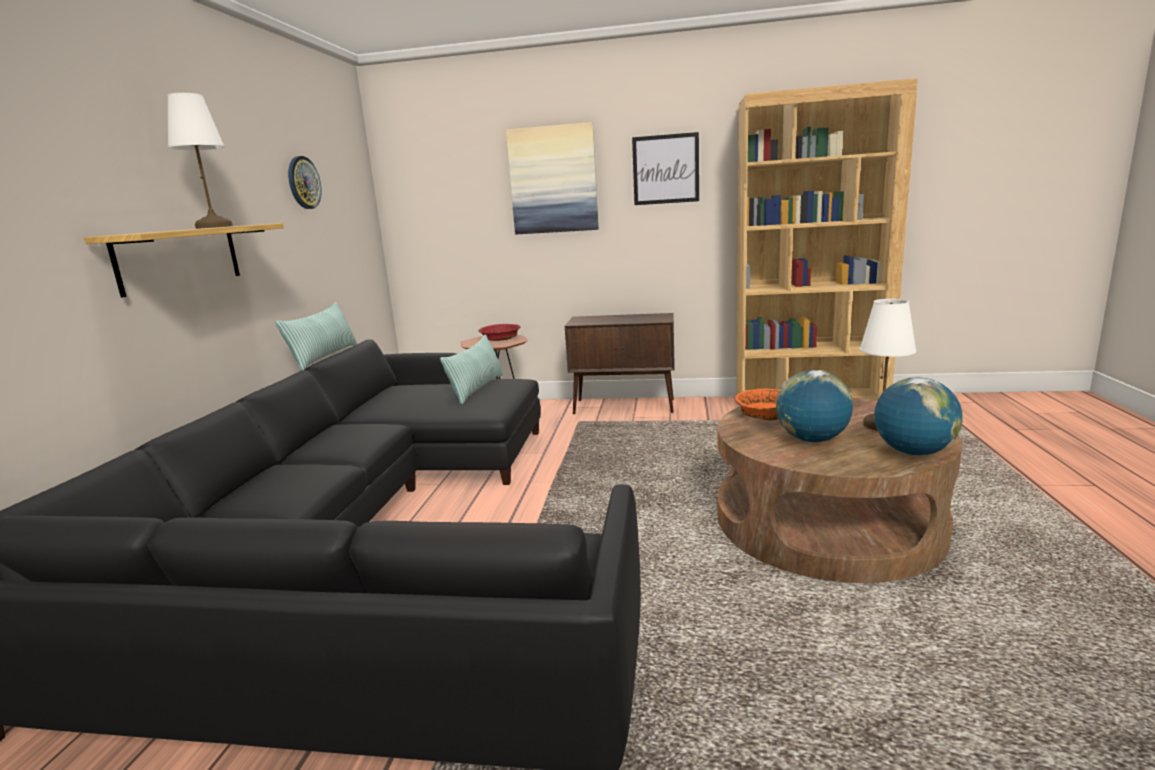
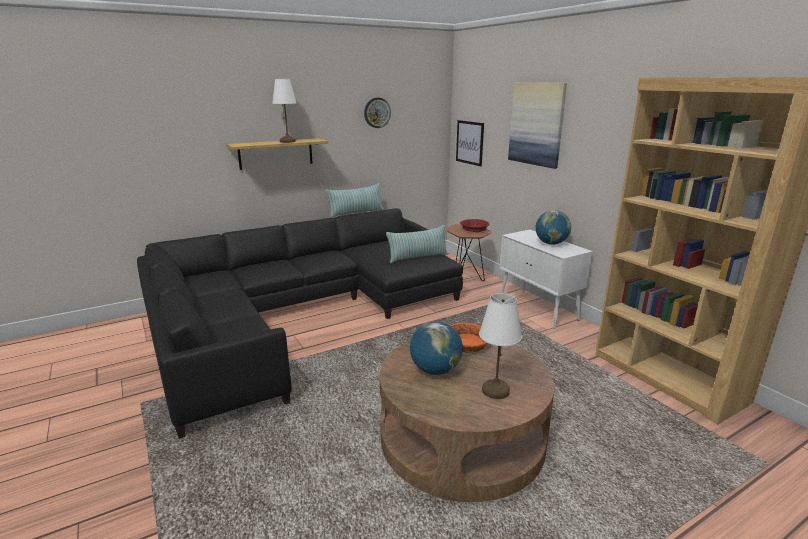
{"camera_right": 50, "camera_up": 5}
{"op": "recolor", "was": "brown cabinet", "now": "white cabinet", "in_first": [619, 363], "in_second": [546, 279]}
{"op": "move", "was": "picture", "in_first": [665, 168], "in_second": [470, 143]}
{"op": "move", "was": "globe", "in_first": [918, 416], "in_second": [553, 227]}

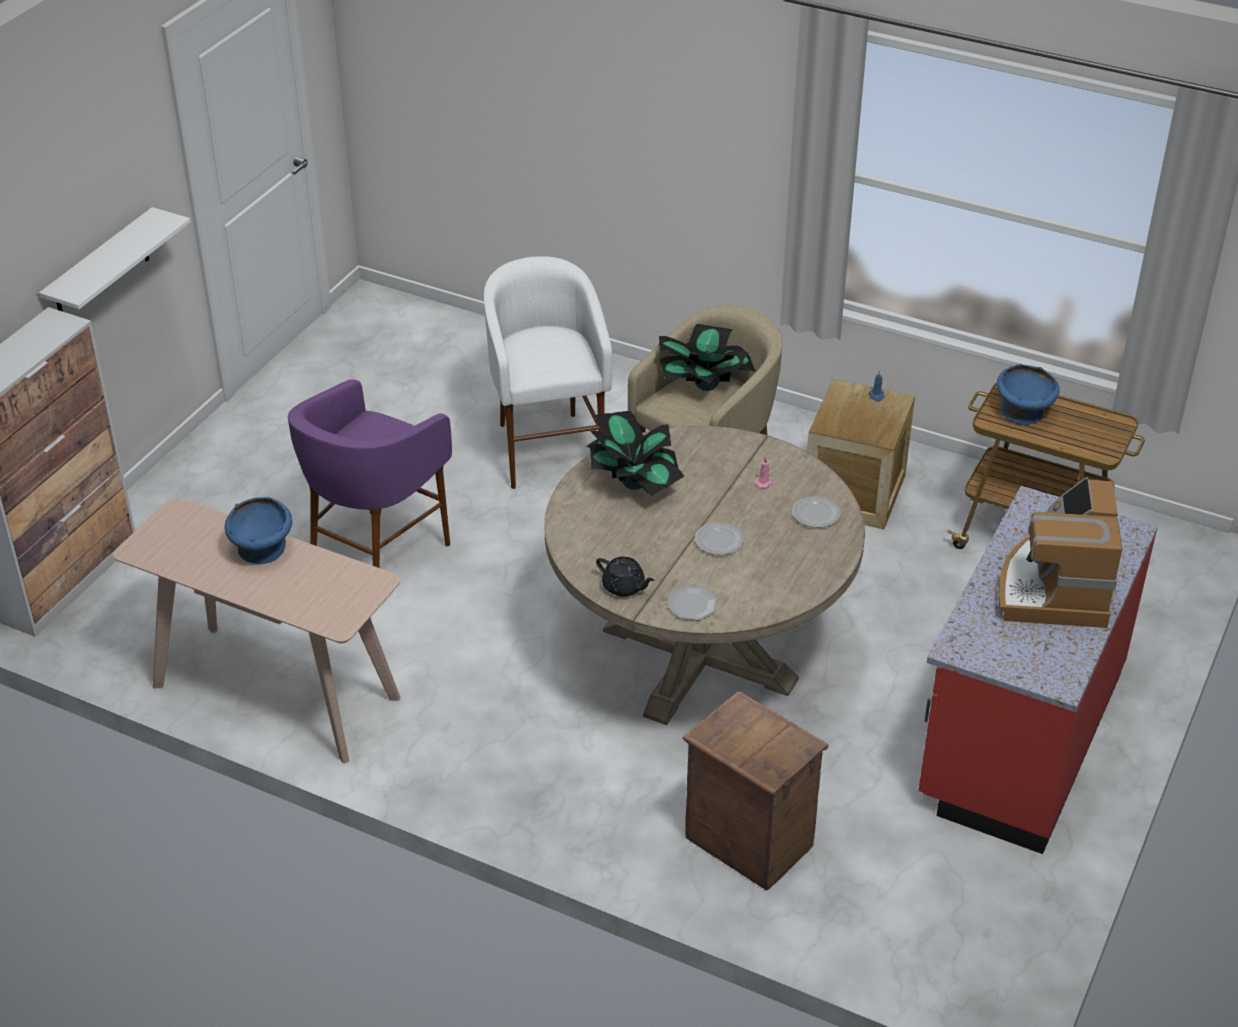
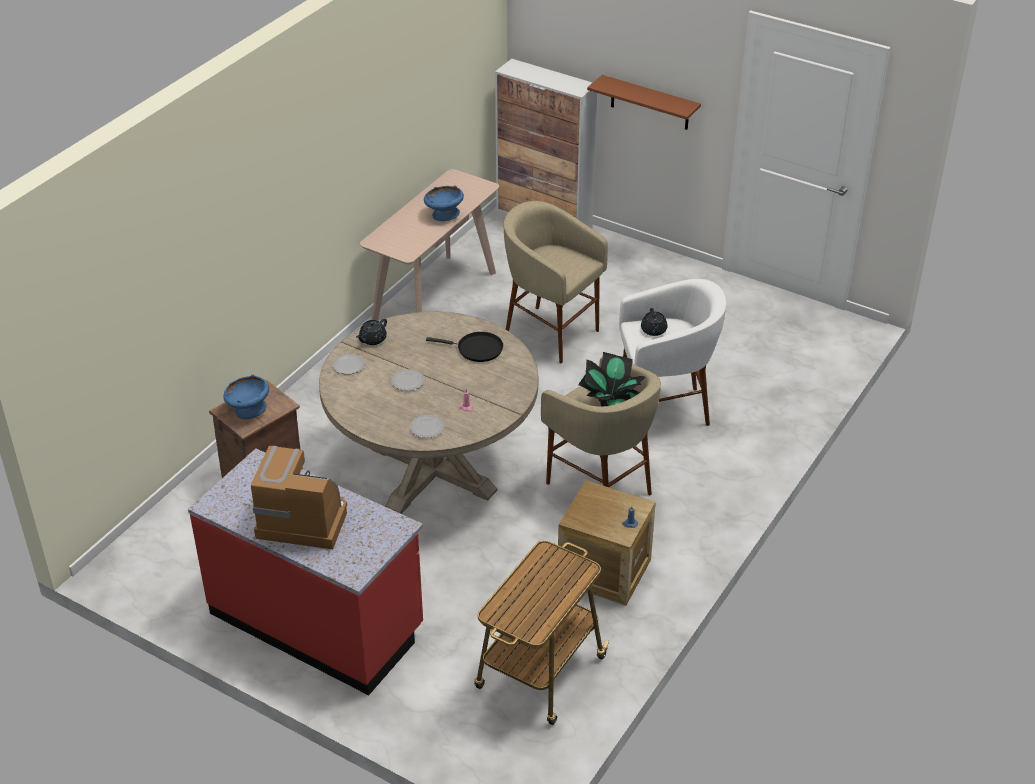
{"camera_right": 95, "camera_up": 0}
{"op": "recolor", "was": "white shelf", "now": "brown shelf", "in_first": [115, 259], "in_second": [644, 102]}
{"op": "recolor", "was": "purple stool", "now": "beige stool", "in_first": [370, 473], "in_second": [556, 282]}
{"op": "replace", "was": "potted plant", "now": "black frying pan", "in_first": [635, 453], "in_second": [464, 347]}
{"op": "move", "was": "blue bowl", "in_first": [1028, 394], "in_second": [246, 397]}
{"op": "insert", "now": "black teapot", "in_second": [654, 322]}

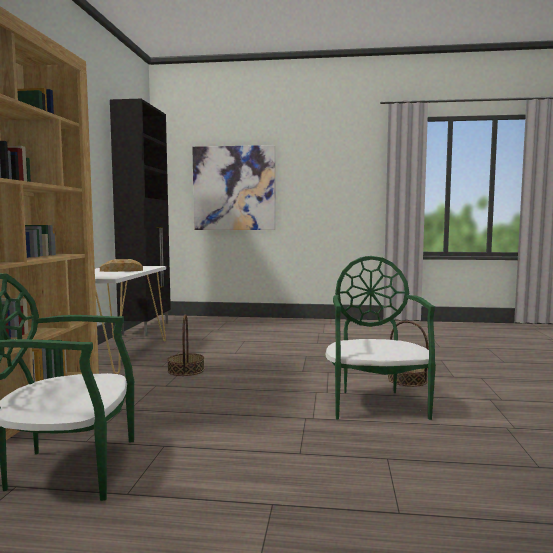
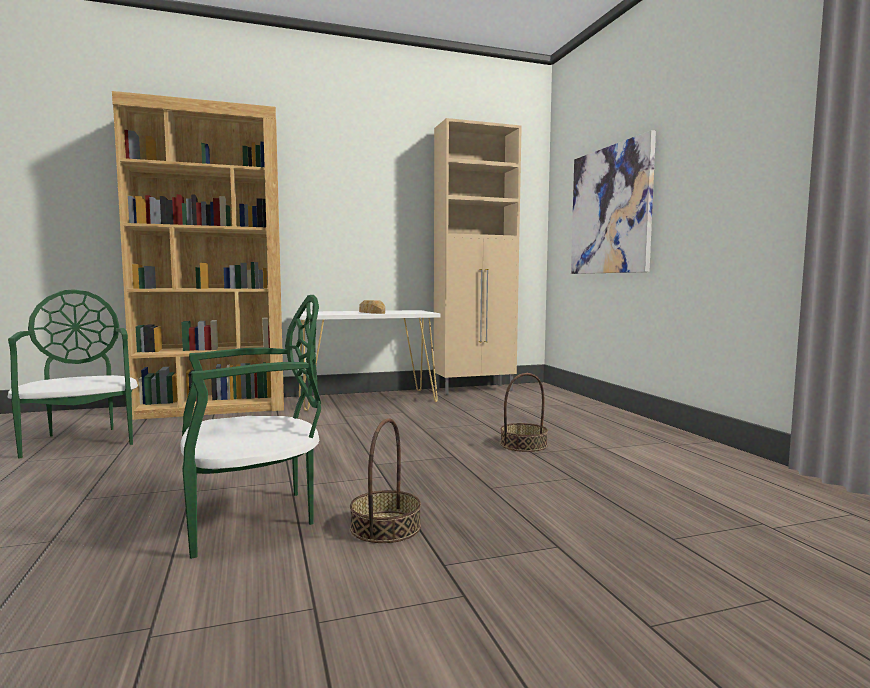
{"camera_right": 65, "camera_up": 0}
{"op": "recolor", "was": "black cabinet", "now": "beige cabinet", "in_first": [140, 217], "in_second": [478, 256]}
{"op": "move", "was": "basket", "in_first": [185, 345], "in_second": [524, 412]}

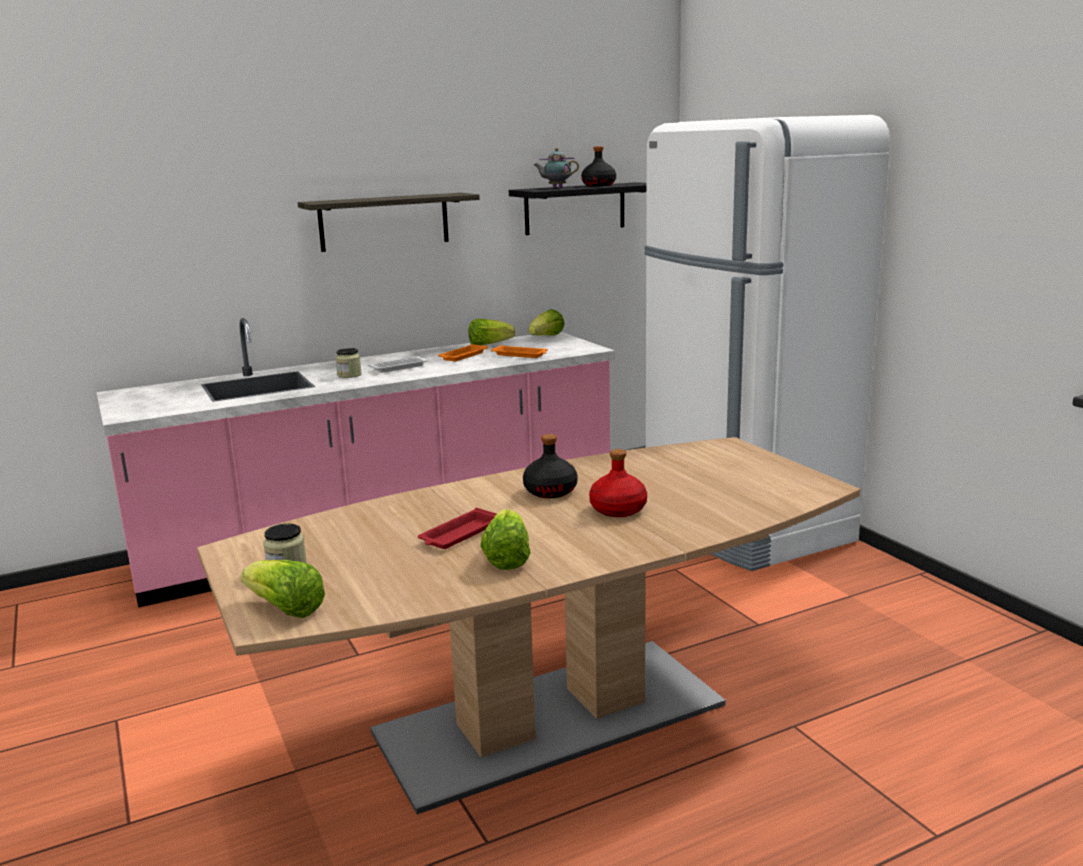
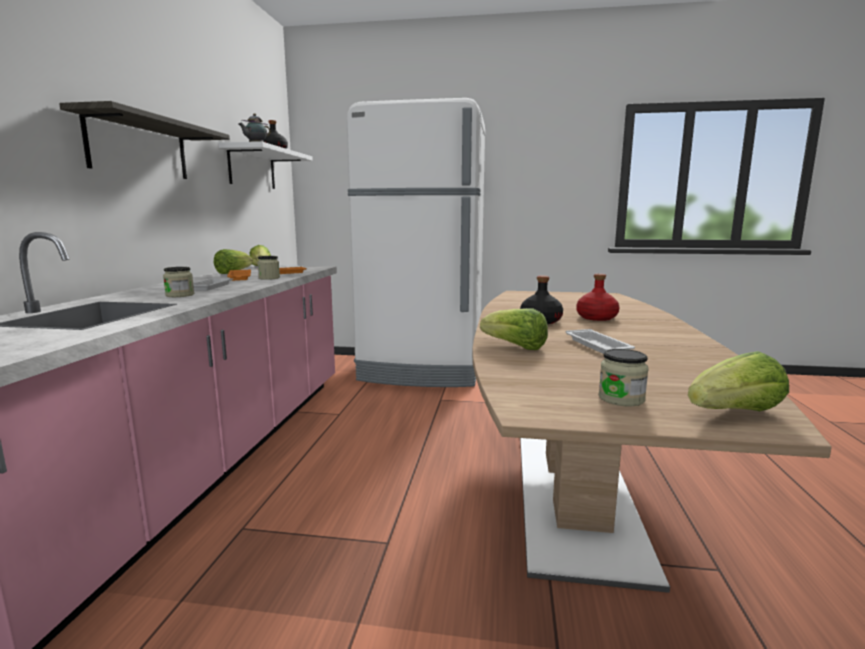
{"camera_right": -55, "camera_up": -5}
{"op": "recolor", "was": "red tray", "now": "white tray", "in_first": [457, 528], "in_second": [600, 341]}
{"op": "move", "was": "lettuce", "in_first": [505, 539], "in_second": [514, 329]}
{"op": "recolor", "was": "black shelf", "now": "white shelf", "in_first": [578, 208], "in_second": [265, 165]}
{"op": "insert", "now": "jar", "in_second": [268, 268]}

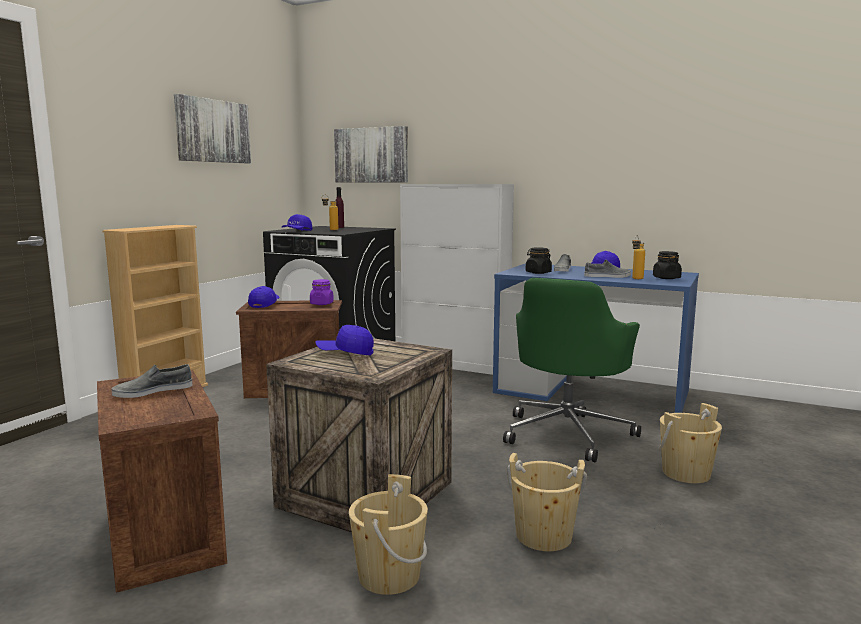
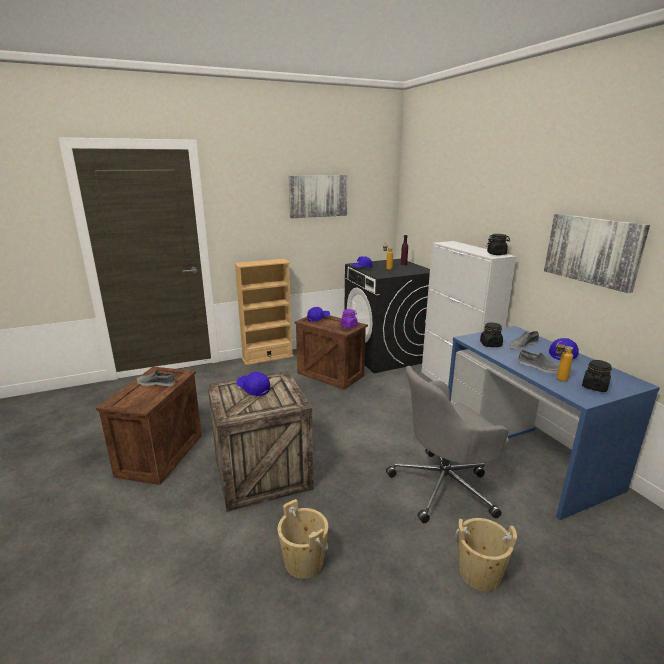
{"camera_right": 40, "camera_up": 10}
{"op": "move", "was": "picture", "in_first": [371, 154], "in_second": [597, 253]}
{"op": "delete", "was": "beige bucket", "in_first": [388, 534]}
{"op": "recolor", "was": "green office chair", "now": "grey office chair", "in_first": [572, 370], "in_second": [447, 444]}
{"op": "insert", "now": "black jar", "in_second": [498, 244]}

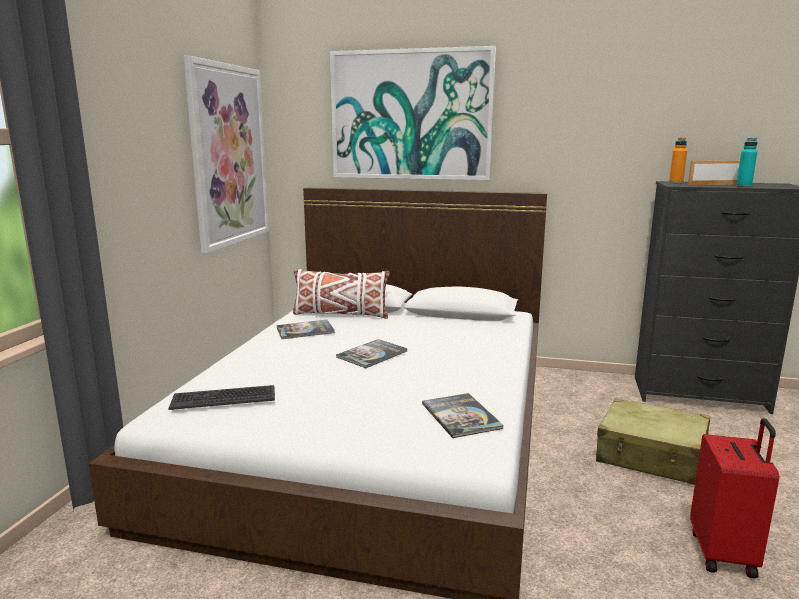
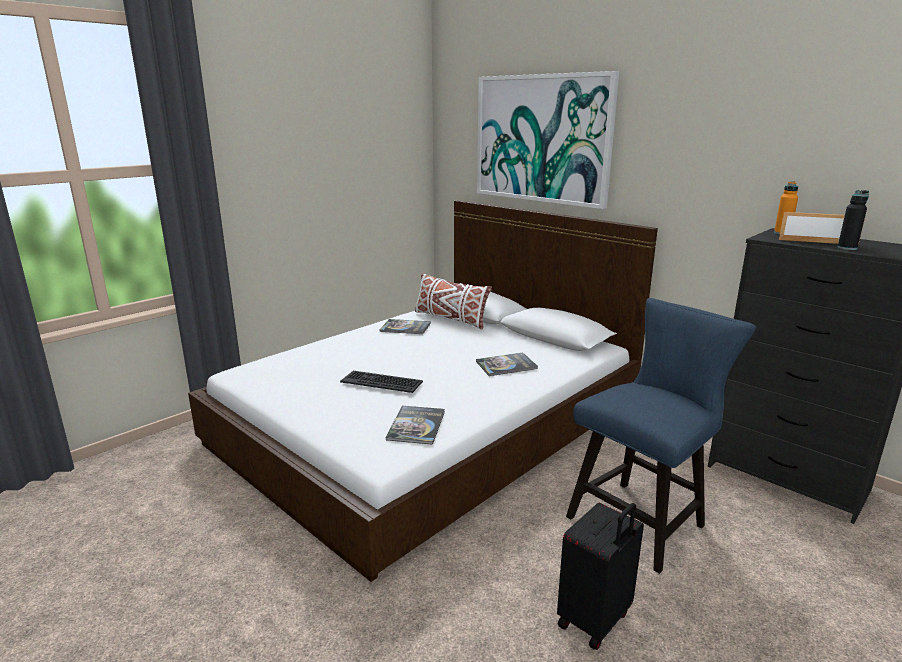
{"camera_right": 30, "camera_up": 5}
{"op": "move", "was": "keyboard", "in_first": [221, 397], "in_second": [381, 382]}
{"op": "delete", "was": "picture", "in_first": [226, 154]}
{"op": "move", "was": "book", "in_first": [372, 353], "in_second": [507, 364]}
{"op": "replace", "was": "beige suitcase", "now": "blue chair", "in_first": [653, 441], "in_second": [661, 436]}
{"op": "recolor", "was": "red suitcase", "now": "black suitcase", "in_first": [734, 498], "in_second": [600, 576]}
{"op": "recolor", "was": "turquoise bottle", "now": "black bottle", "in_first": [746, 162], "in_second": [853, 220]}

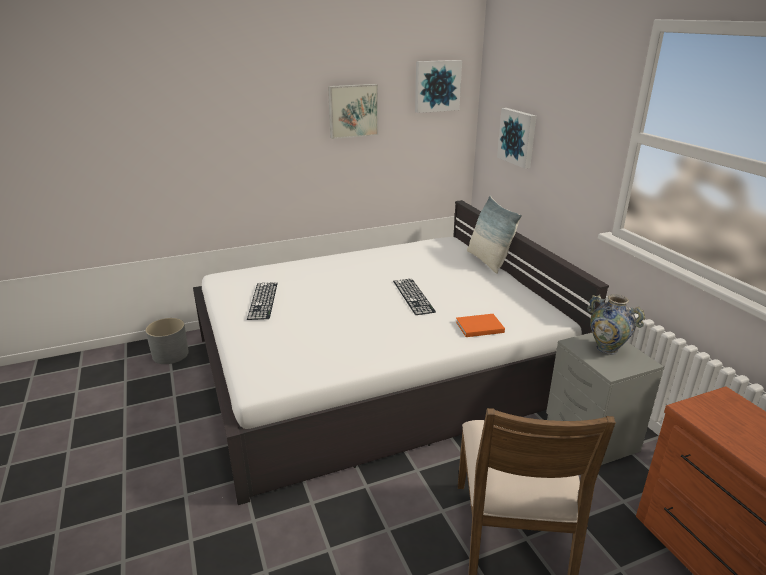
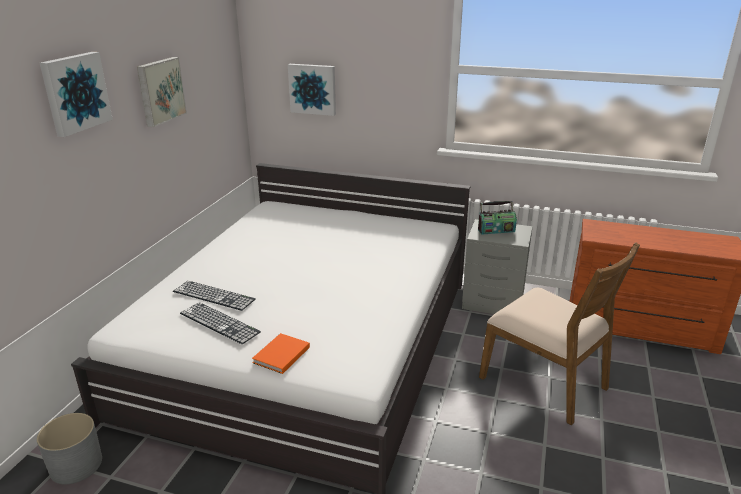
{"camera_right": -50, "camera_up": 0}
{"op": "move", "was": "keyboard", "in_first": [414, 297], "in_second": [214, 296]}
{"op": "move", "was": "picture", "in_first": [438, 86], "in_second": [76, 94]}
{"op": "move", "was": "orange book", "in_first": [480, 325], "in_second": [281, 353]}
{"op": "delete", "was": "pillow", "in_first": [494, 235]}
{"op": "replace", "was": "vase", "now": "radio", "in_first": [616, 324], "in_second": [497, 218]}

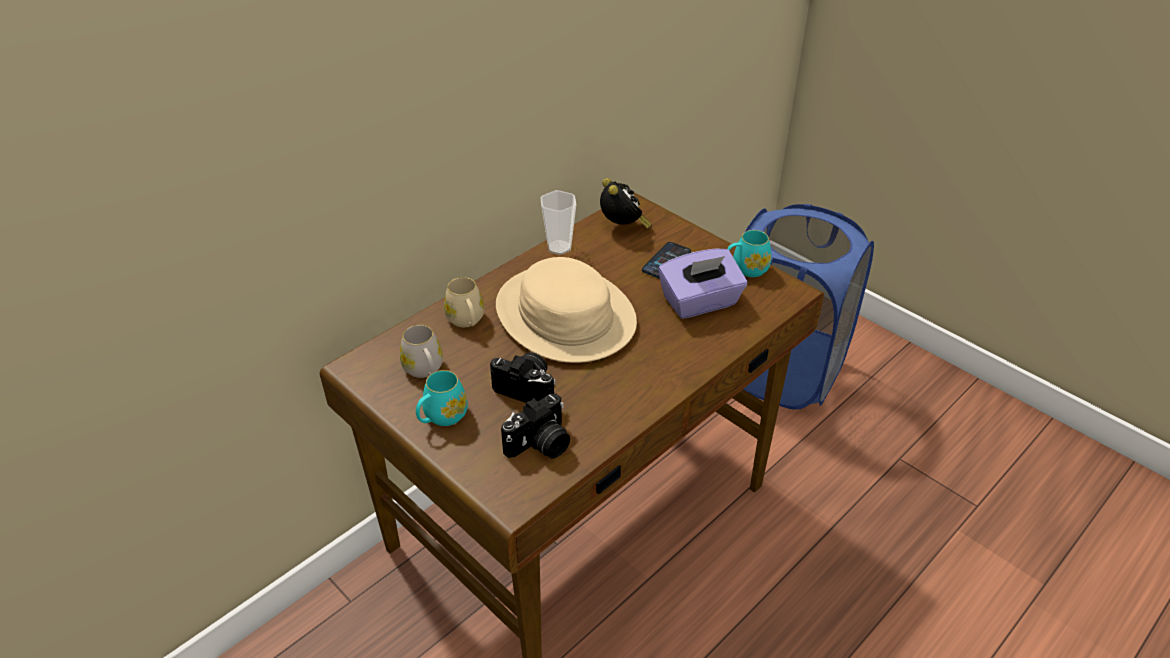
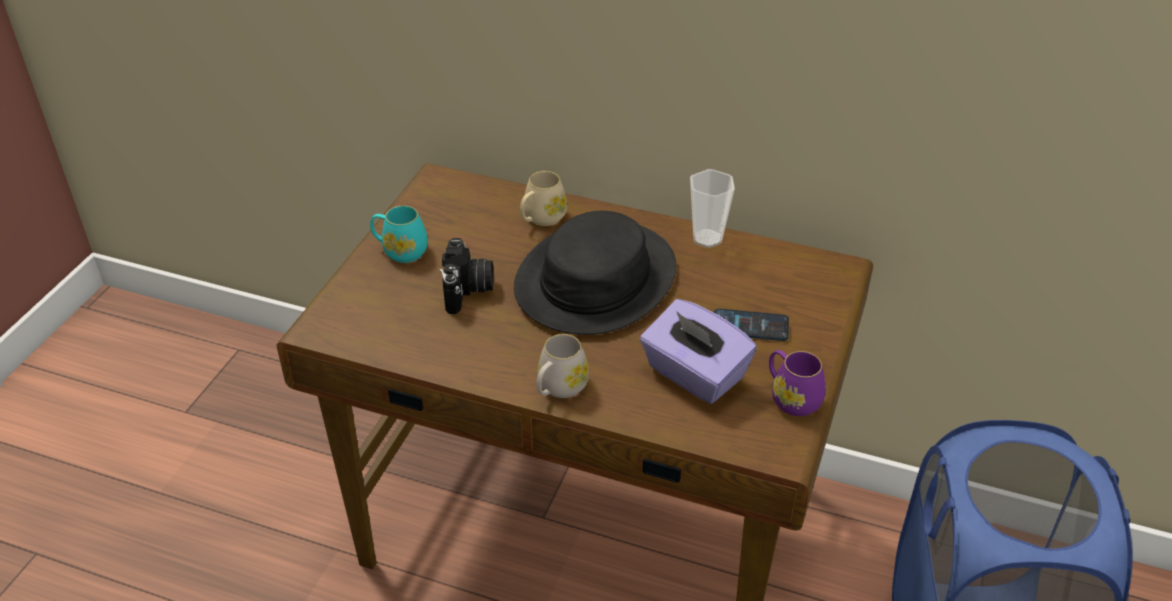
{"camera_right": 65, "camera_up": 0}
{"op": "move", "was": "white mug", "in_first": [421, 351], "in_second": [562, 366]}
{"op": "recolor", "was": "beige hat", "now": "black hat", "in_first": [566, 310], "in_second": [595, 273]}
{"op": "delete", "was": "photo camera", "in_first": [535, 426]}
{"op": "delete", "was": "alarm clock", "in_first": [626, 203]}
{"op": "recolor", "was": "turquoise mug", "now": "purple mug", "in_first": [749, 253], "in_second": [797, 383]}

